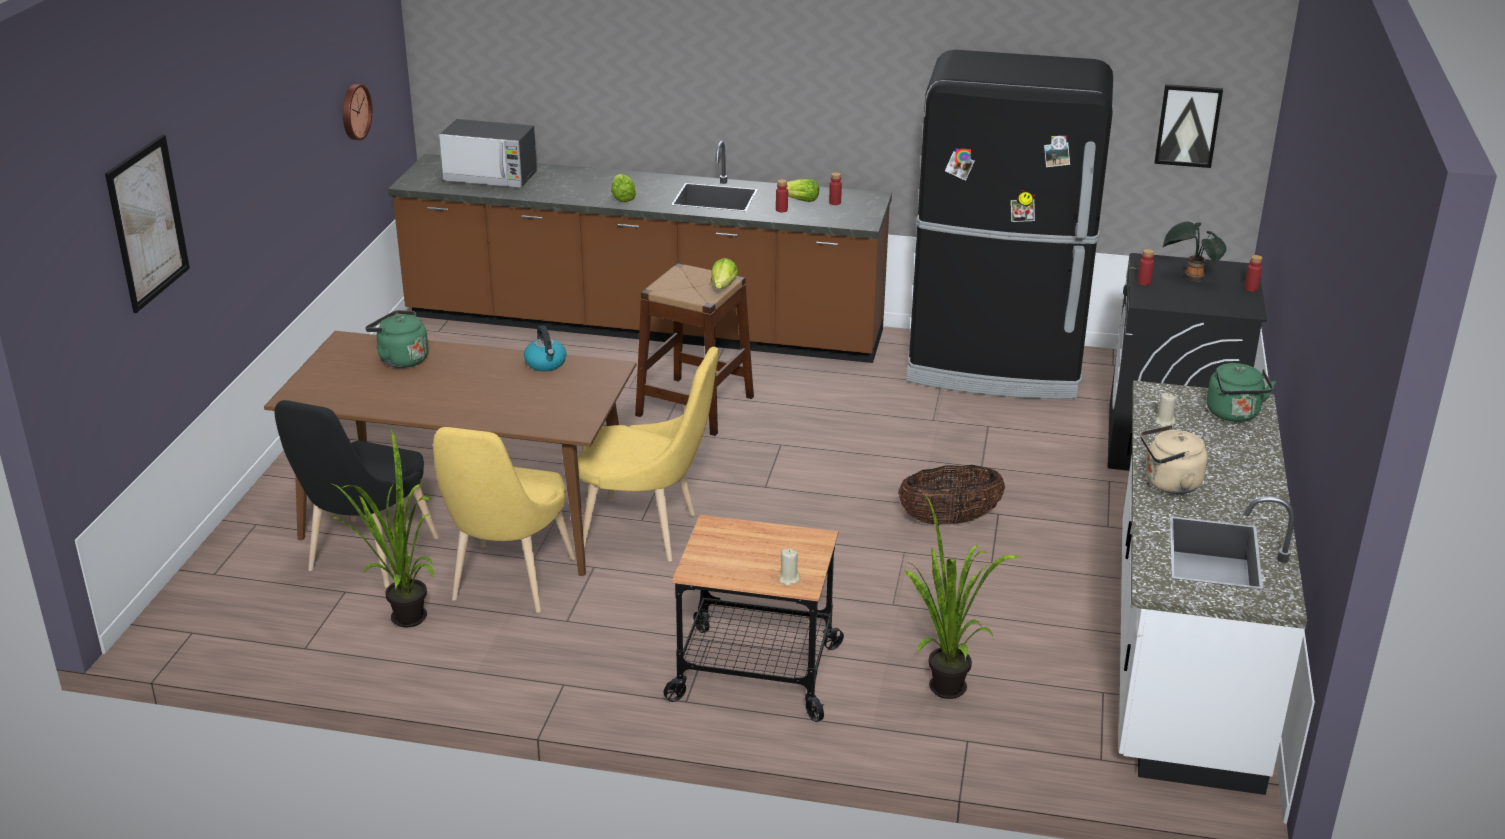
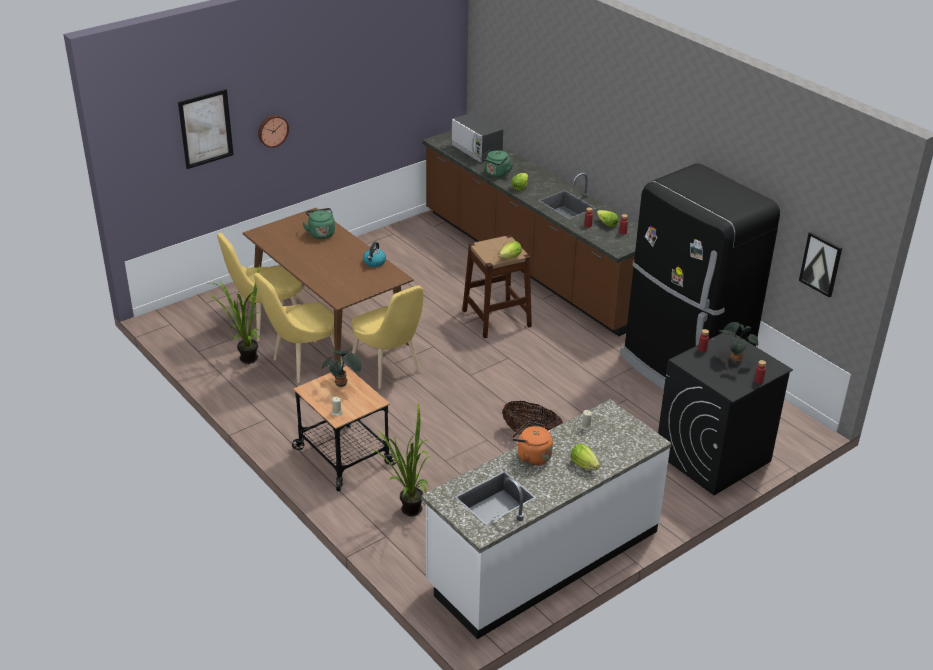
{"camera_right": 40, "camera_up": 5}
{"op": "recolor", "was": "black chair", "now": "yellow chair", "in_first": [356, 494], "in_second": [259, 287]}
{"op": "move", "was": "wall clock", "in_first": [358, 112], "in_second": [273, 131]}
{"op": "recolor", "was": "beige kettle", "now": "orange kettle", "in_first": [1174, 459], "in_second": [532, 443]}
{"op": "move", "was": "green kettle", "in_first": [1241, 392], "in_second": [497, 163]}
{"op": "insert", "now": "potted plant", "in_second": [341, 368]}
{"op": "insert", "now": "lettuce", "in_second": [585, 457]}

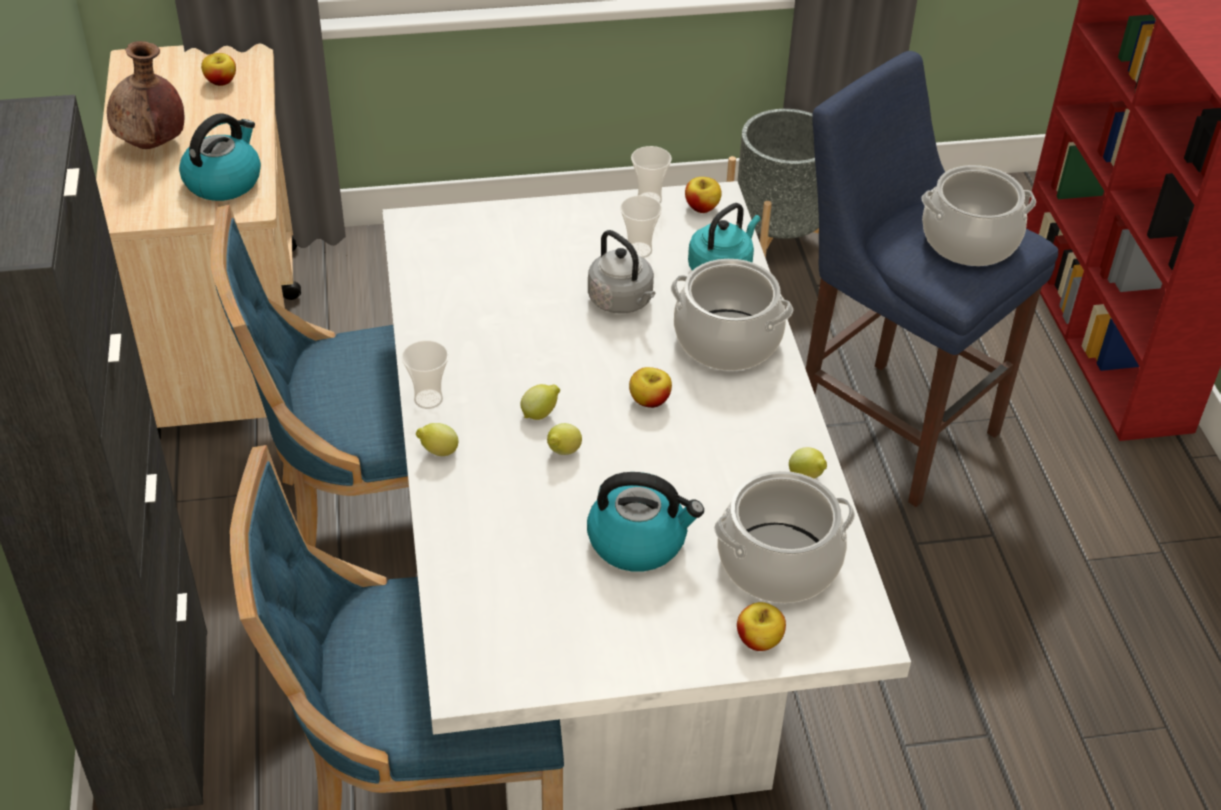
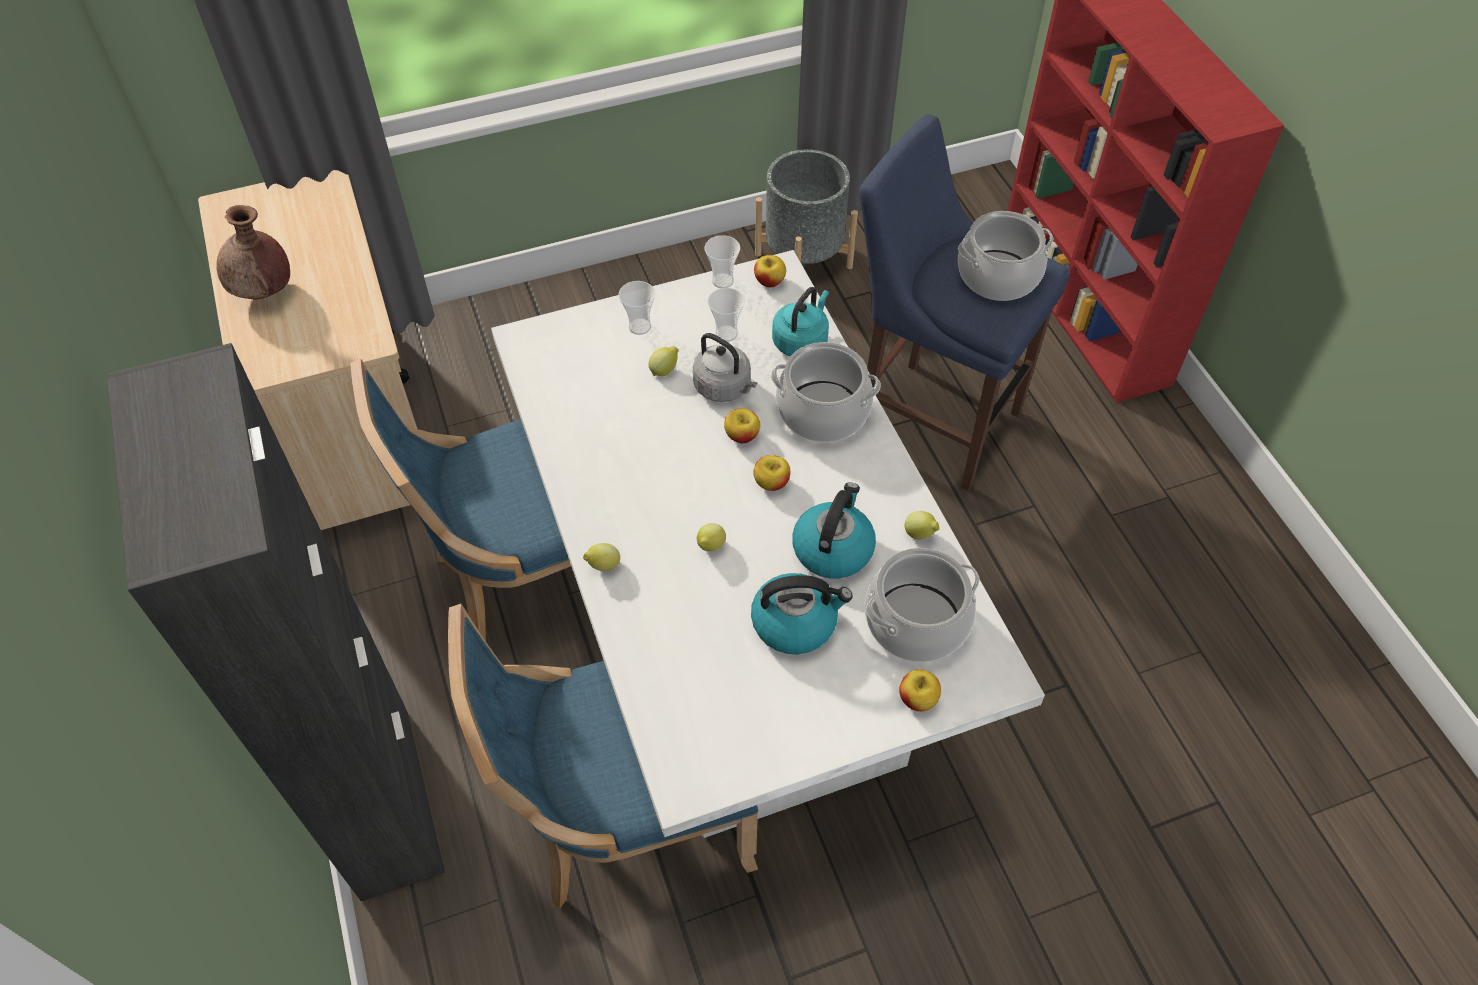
{"camera_right": -10, "camera_up": 10}
{"op": "move", "was": "kettle", "in_first": [220, 157], "in_second": [834, 530]}
{"op": "move", "was": "apple", "in_first": [218, 69], "in_second": [742, 425]}
{"op": "move", "was": "cup", "in_first": [425, 374], "in_second": [637, 308]}
{"op": "move", "was": "lemon", "in_first": [540, 402], "in_second": [663, 361]}

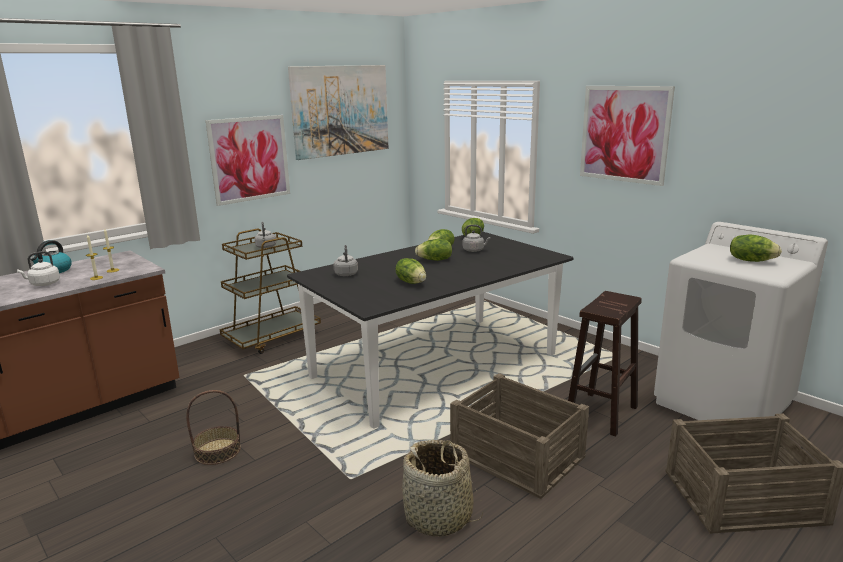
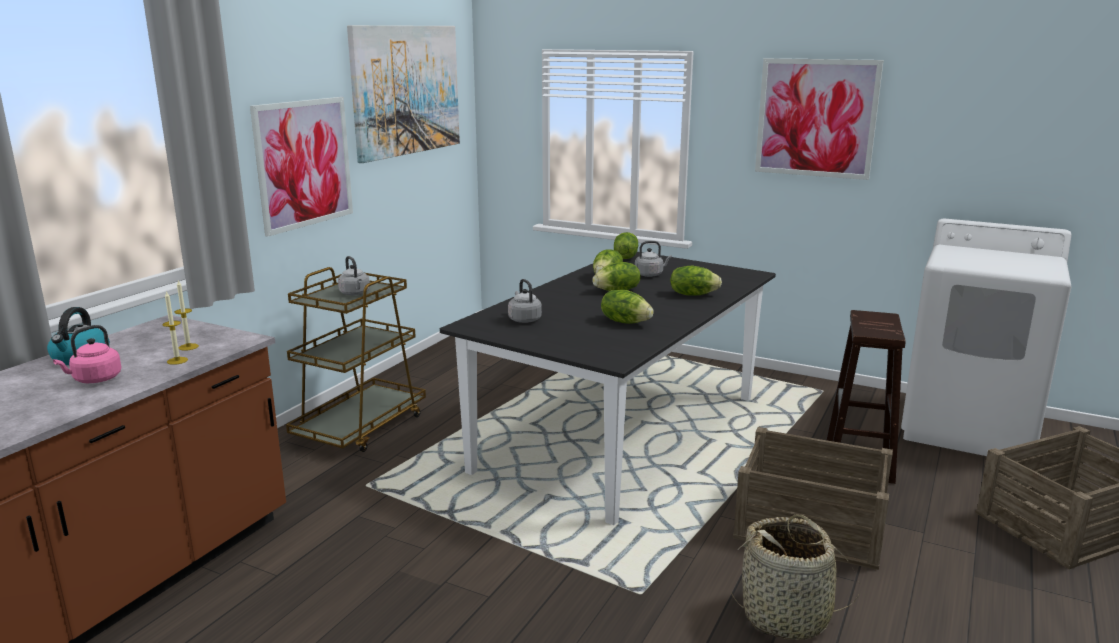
{"camera_right": -20, "camera_up": 0}
{"op": "recolor", "was": "white kettle", "now": "pink kettle", "in_first": [38, 268], "in_second": [87, 354]}
{"op": "delete", "was": "basket", "in_first": [213, 427]}
{"op": "move", "was": "lettuce", "in_first": [756, 248], "in_second": [696, 281]}

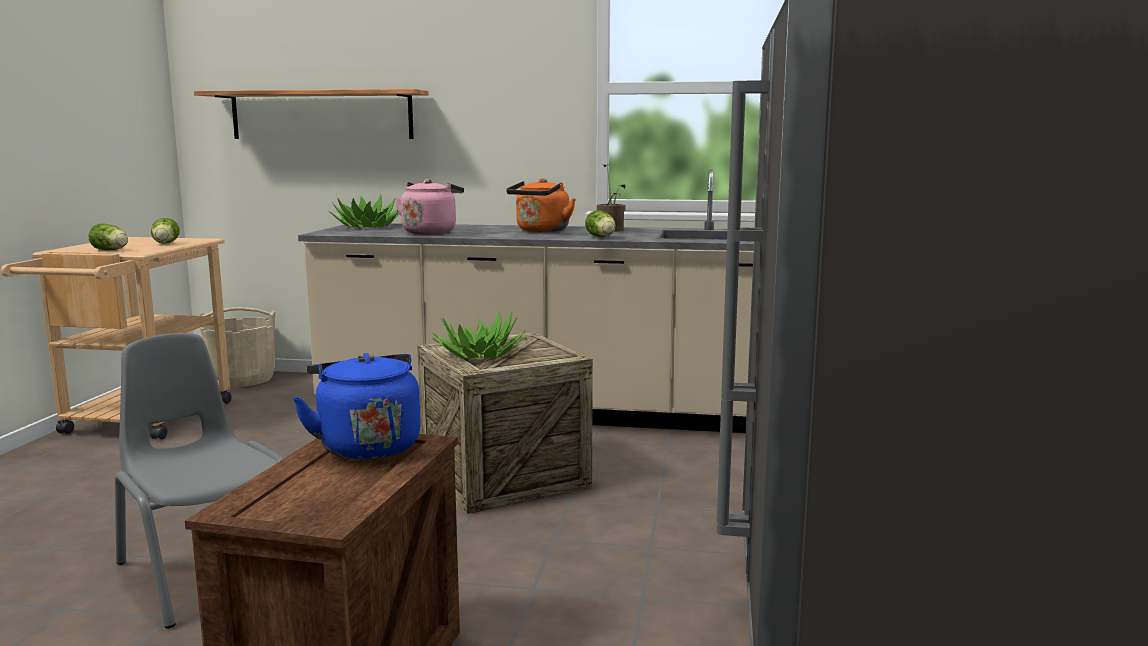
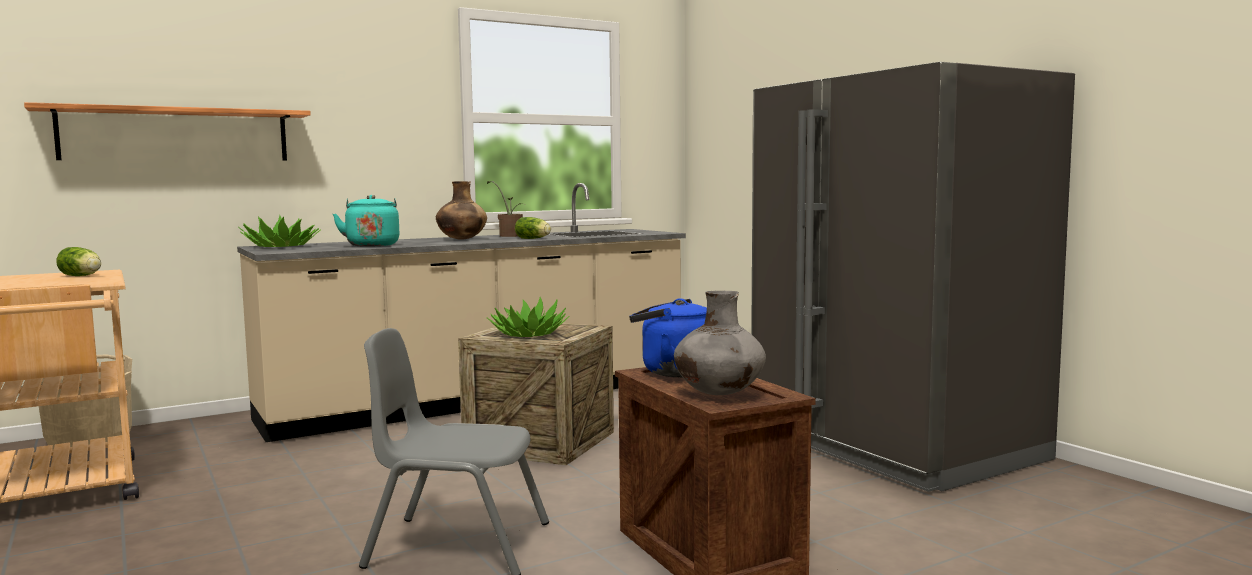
{"camera_right": -40, "camera_up": -5}
{"op": "delete", "was": "lettuce", "in_first": [108, 237]}
{"op": "recolor", "was": "pink kettle", "now": "turquoise kettle", "in_first": [429, 206], "in_second": [366, 221]}
{"op": "replace", "was": "orange kettle", "now": "brown vase", "in_first": [541, 205], "in_second": [461, 210]}
{"op": "insert", "now": "grey vase", "in_second": [720, 343]}

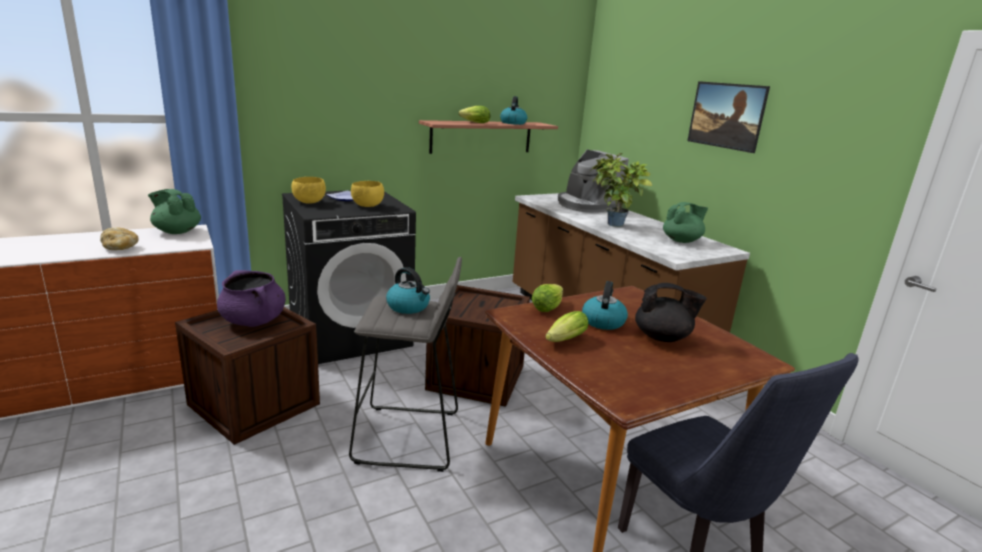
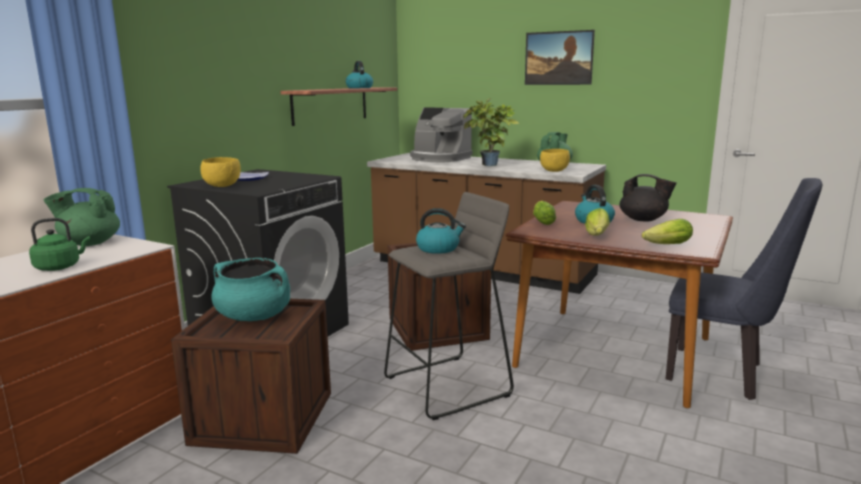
{"camera_right": -30, "camera_up": -5}
{"op": "replace", "was": "bread", "now": "green kettle", "in_first": [119, 239], "in_second": [59, 244]}
{"op": "recolor", "was": "purple cooking pot", "now": "turquoise cooking pot", "in_first": [251, 298], "in_second": [250, 289]}
{"op": "move", "was": "yellow bowl", "in_first": [367, 194], "in_second": [555, 160]}
{"op": "move", "was": "lettuce", "in_first": [474, 114], "in_second": [667, 231]}
{"op": "rotate", "was": "black teapot", "in_first": [671, 312], "in_second": [648, 198], "clockwise": 45}

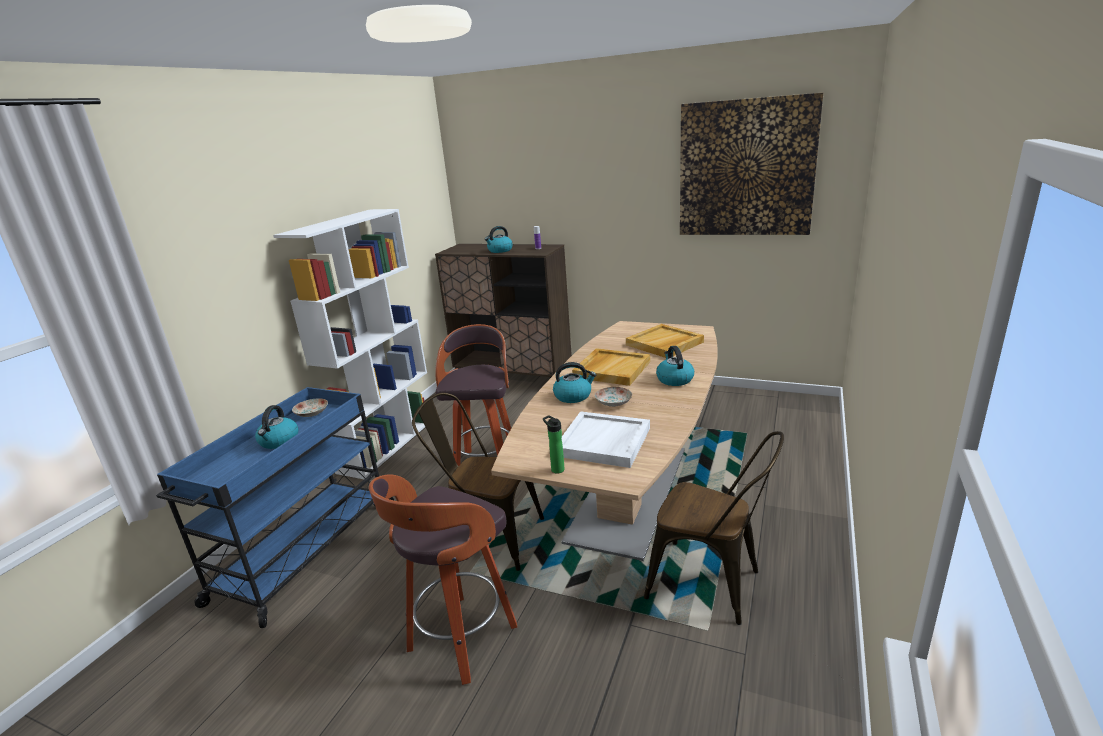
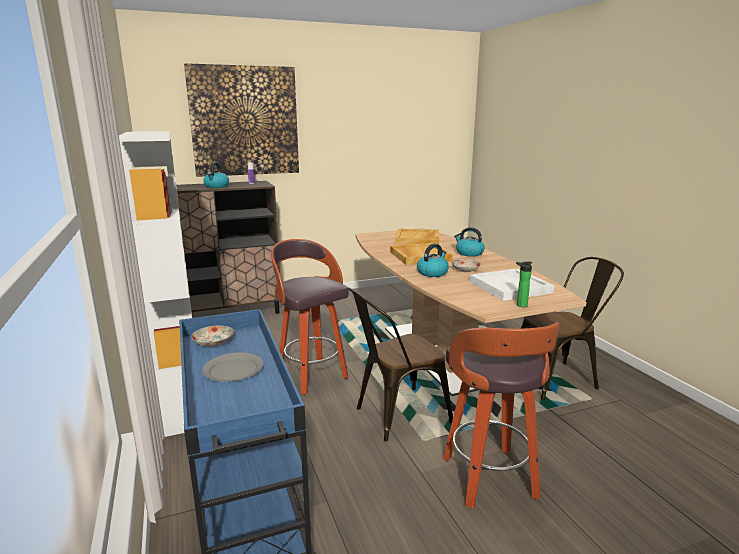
{"camera_right": -45, "camera_up": -5}
{"op": "replace", "was": "kettle", "now": "grey plate", "in_first": [277, 427], "in_second": [232, 366]}
{"op": "move", "was": "picture", "in_first": [751, 164], "in_second": [241, 120]}

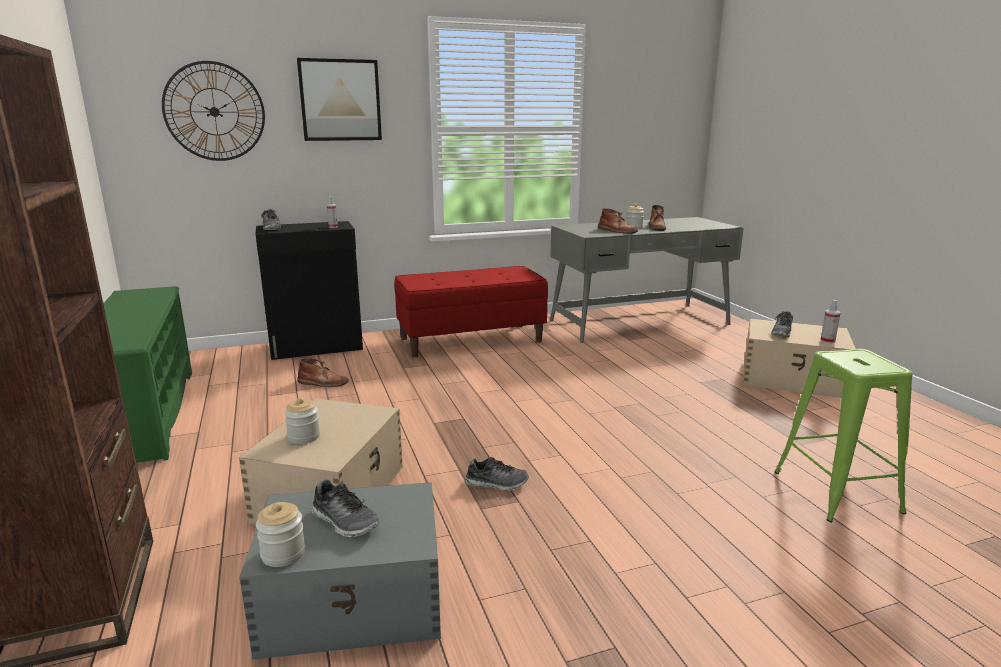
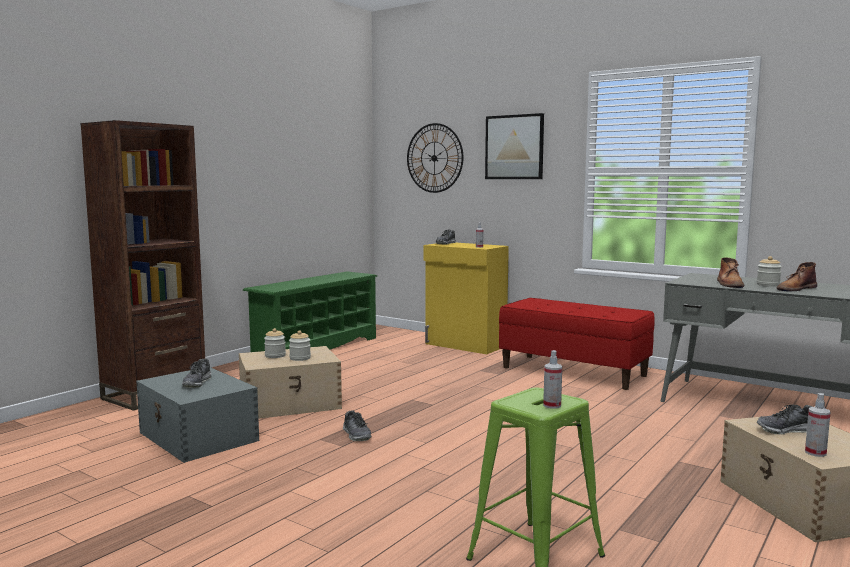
{"camera_right": 55, "camera_up": -10}
{"op": "recolor", "was": "black cabinet", "now": "yellow cabinet", "in_first": [309, 290], "in_second": [466, 298]}
{"op": "move", "was": "jar", "in_first": [280, 534], "in_second": [300, 346]}
{"op": "delete", "was": "brown boot", "in_first": [323, 372]}
{"op": "insert", "now": "spray bottle", "in_second": [552, 379]}

